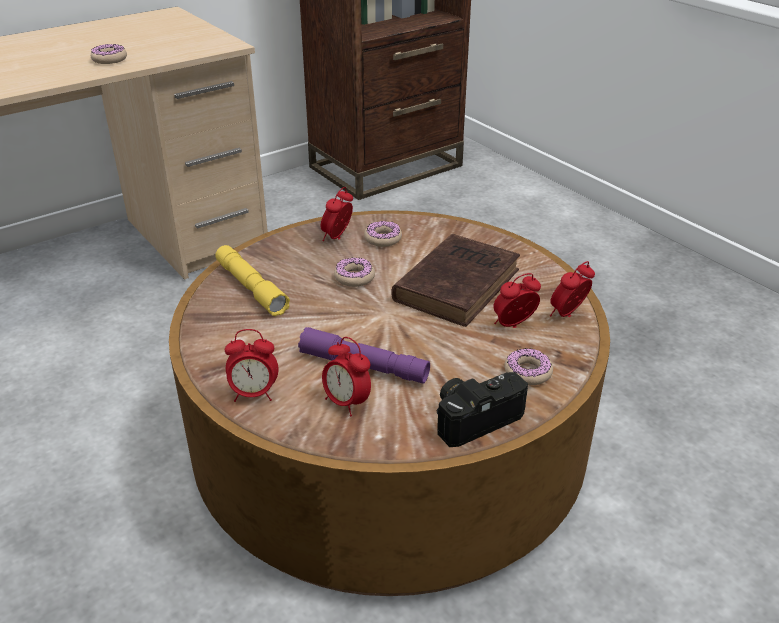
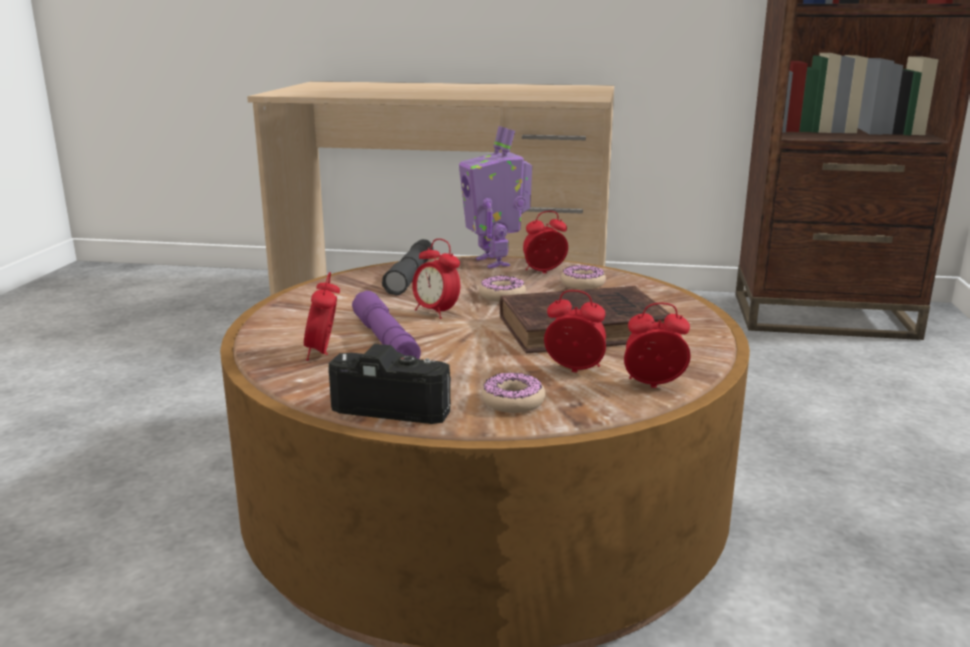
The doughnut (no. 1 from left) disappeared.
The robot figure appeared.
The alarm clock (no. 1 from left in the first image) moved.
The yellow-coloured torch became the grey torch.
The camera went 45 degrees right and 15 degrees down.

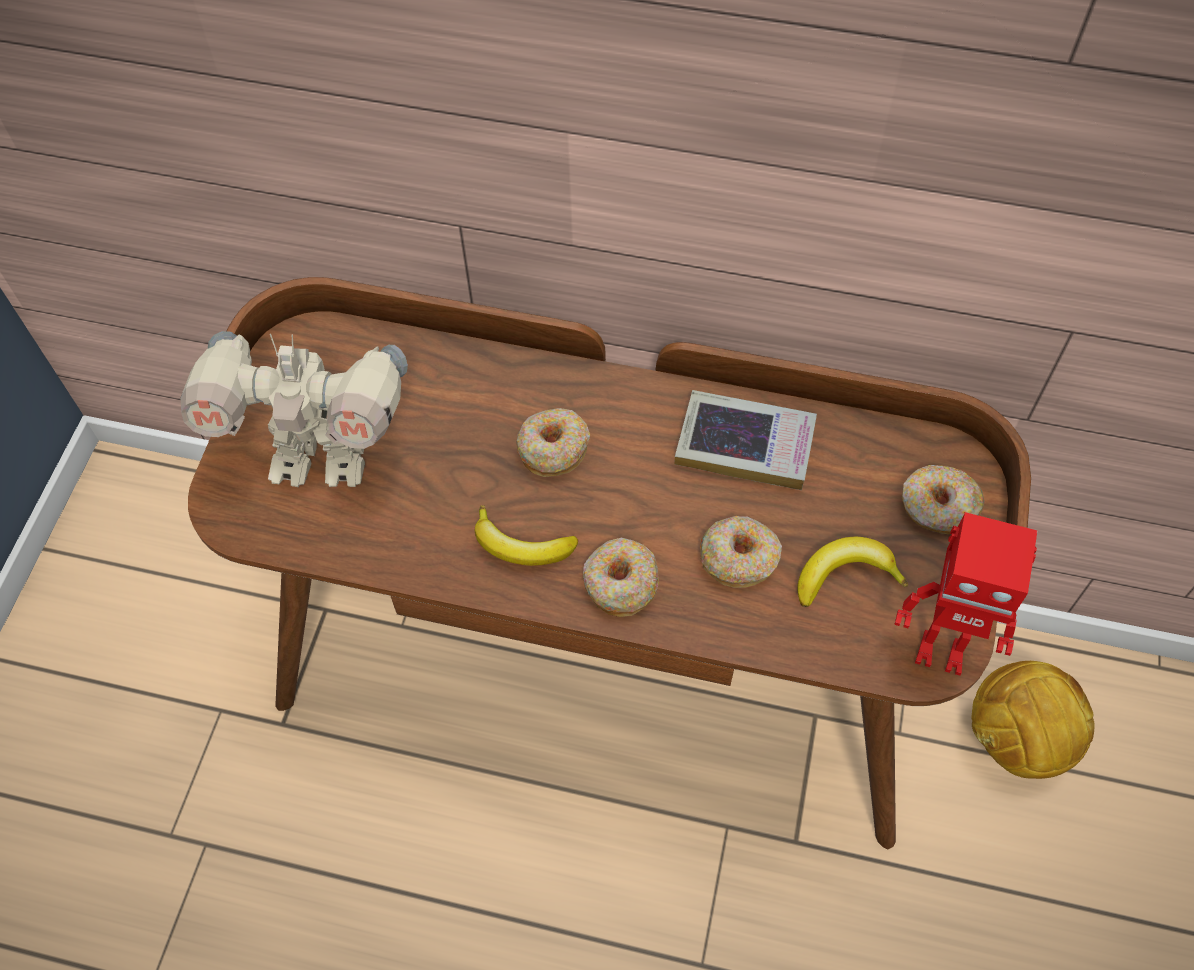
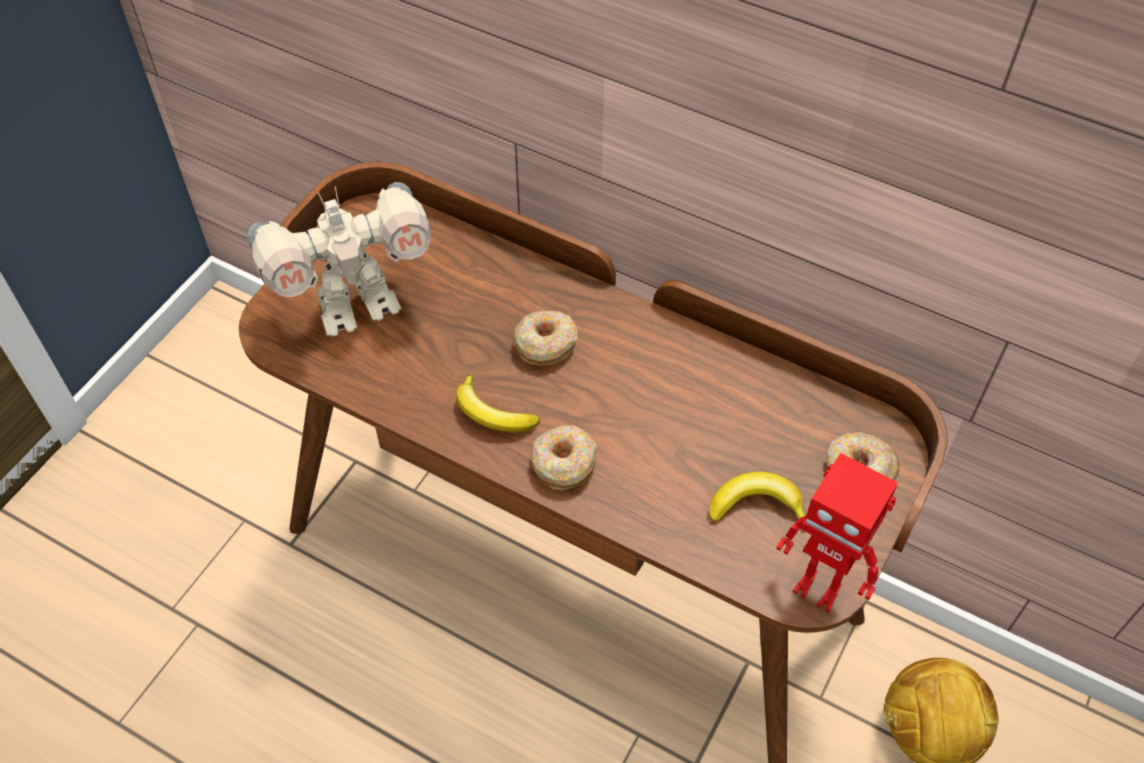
The book disappeared.
The doughnut (no. 3 from left) disappeared.
The robot figure (no. 1 from left) turned 45 degrees counterclockwise.
The camera went 15 degrees right and 5 degrees down.

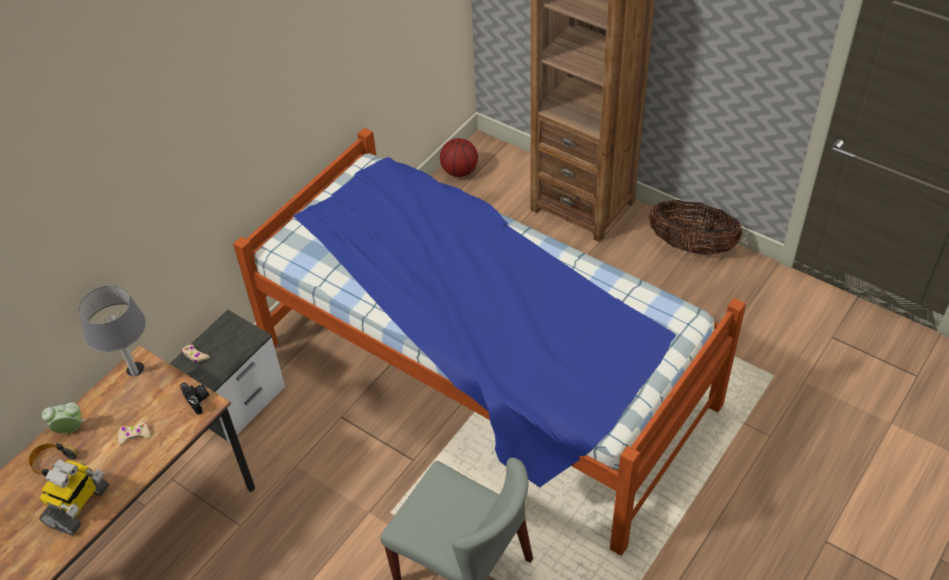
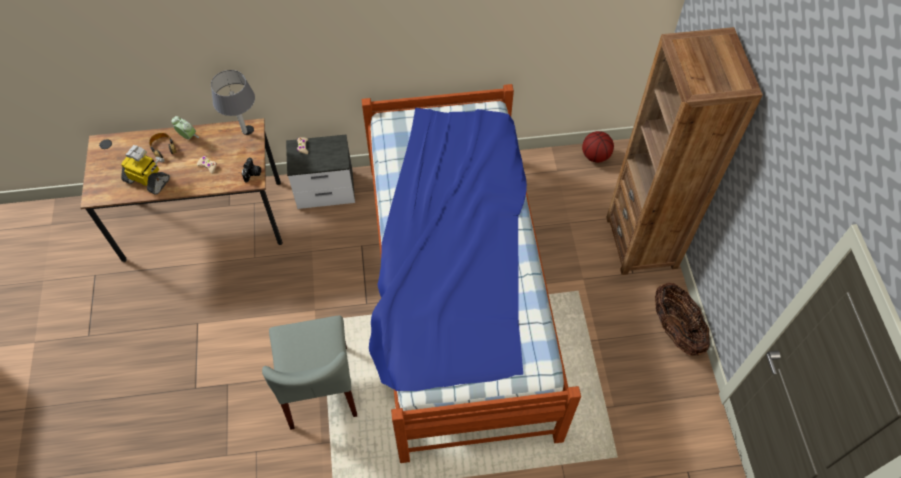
The robot figure turned 135 degrees counterclockwise.
The camera went 45 degrees right and 10 degrees up.

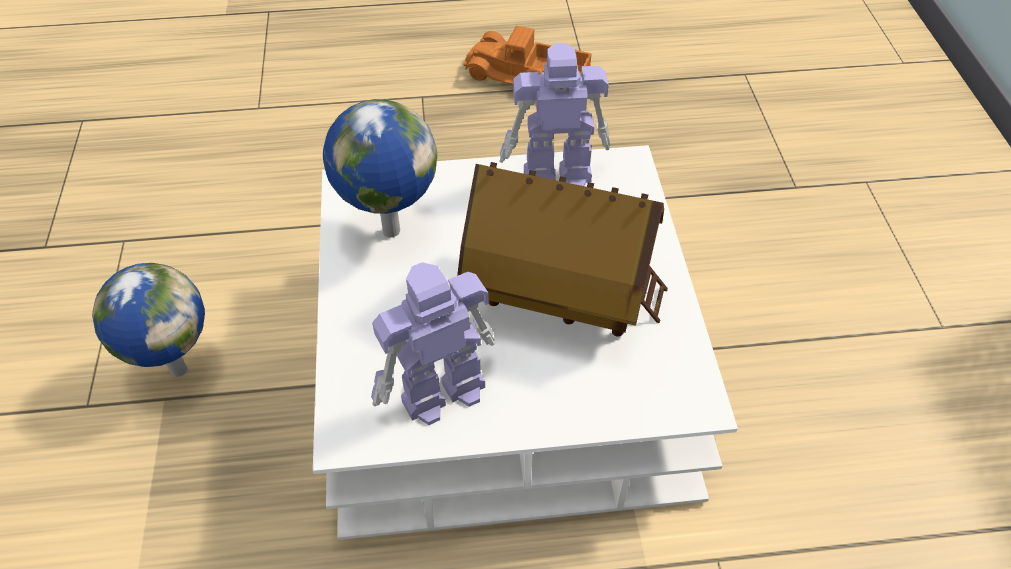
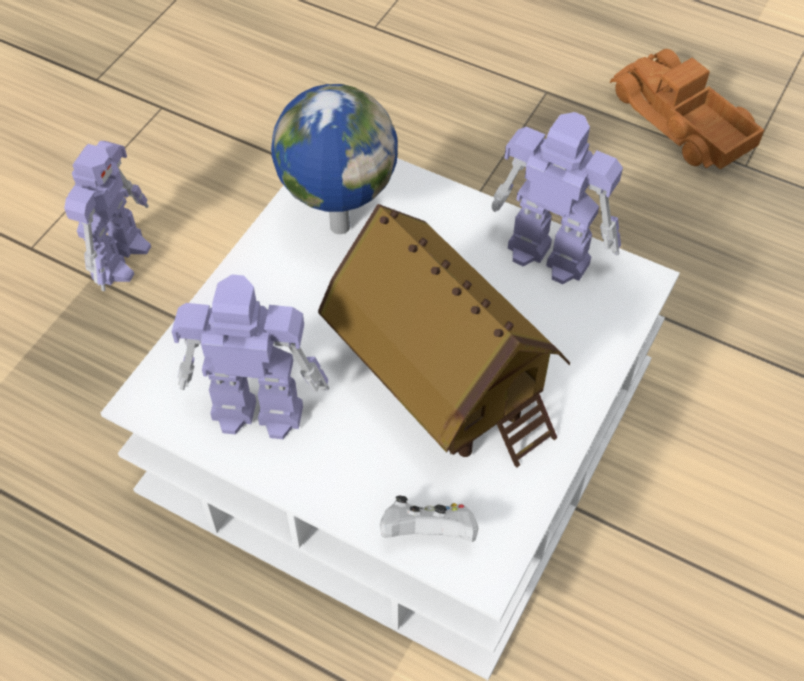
The white-coloured joypad appeared.
The globe (no. 1 from left) was replaced by the robot figure (no. 1 from left).
The camera went 35 degrees right and 5 degrees up.

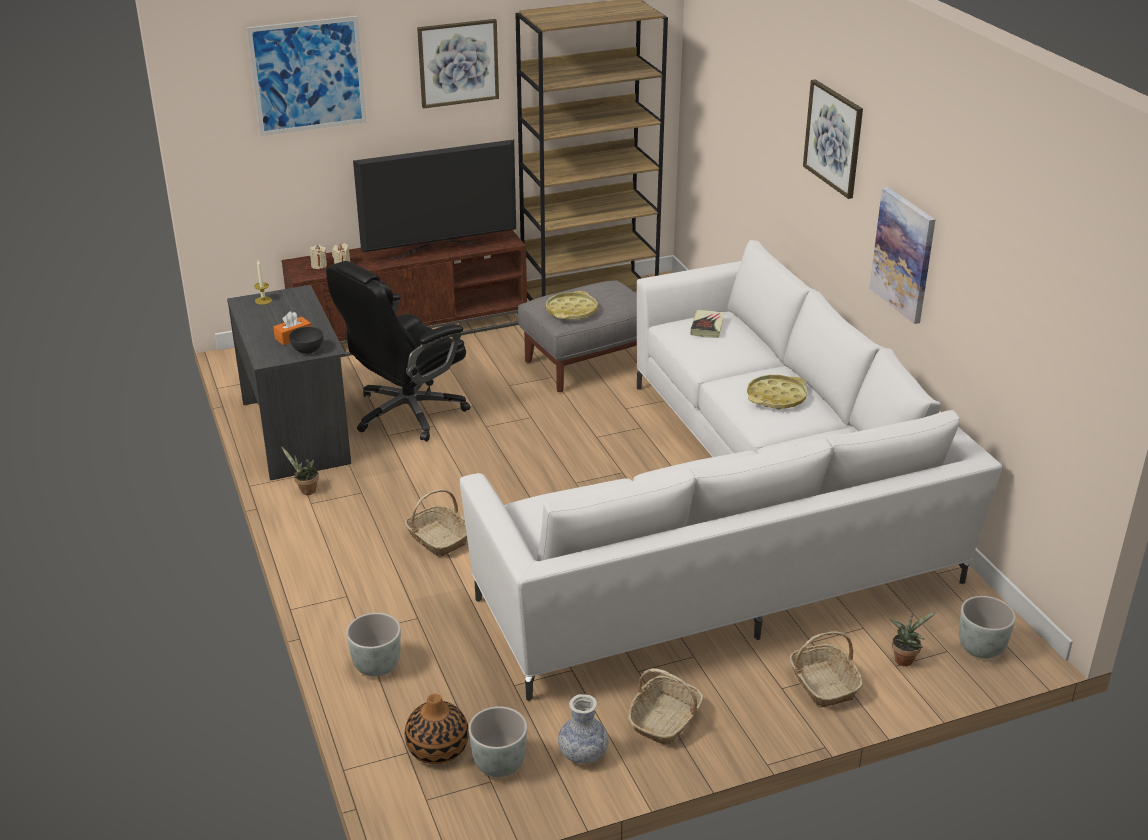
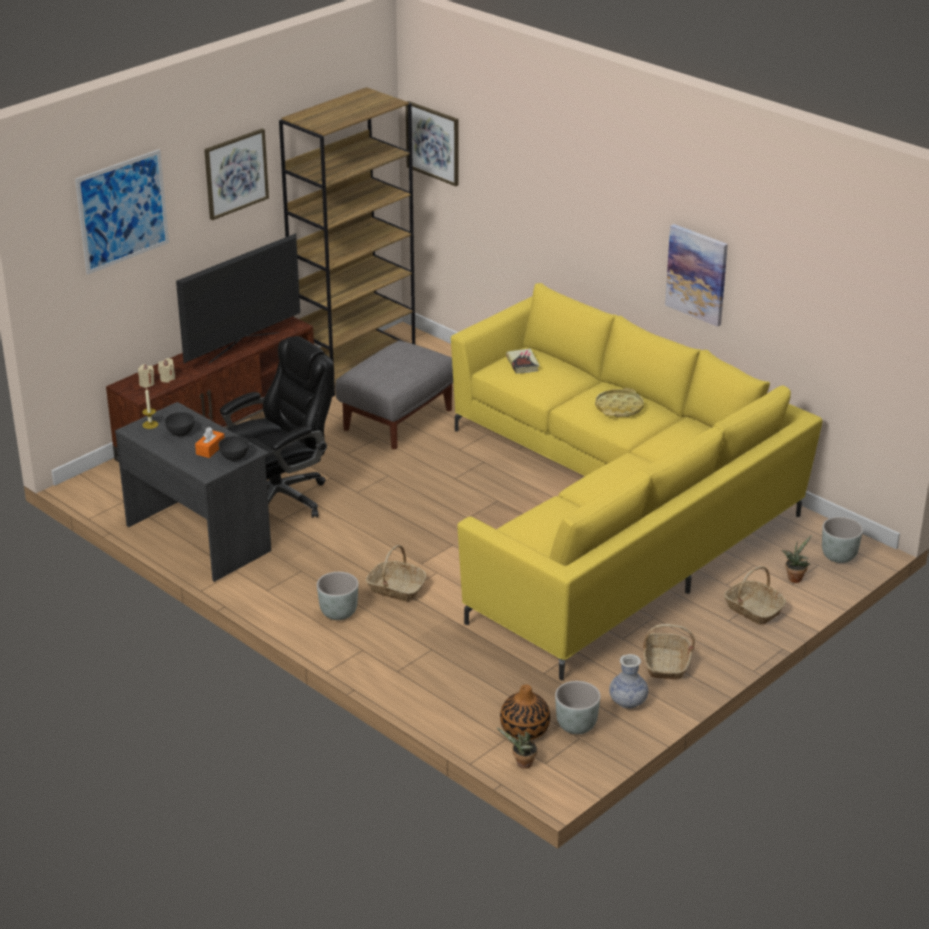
The yellow-coloured tray (no. 1 from left) disappeared.
The grey serving bowl (no. 1 from left) appeared.
The plant in a pot (no. 1 from left) moved.
The grey plant pot (no. 1 from left) moved.
The picture (no. 3 from left) moved.
The white-coloured sofa became the yellow-coloured sofa.
The blackish computer chair turned 150 degrees counterclockwise.
The camera went 25 degrees left and 0 degrees up.

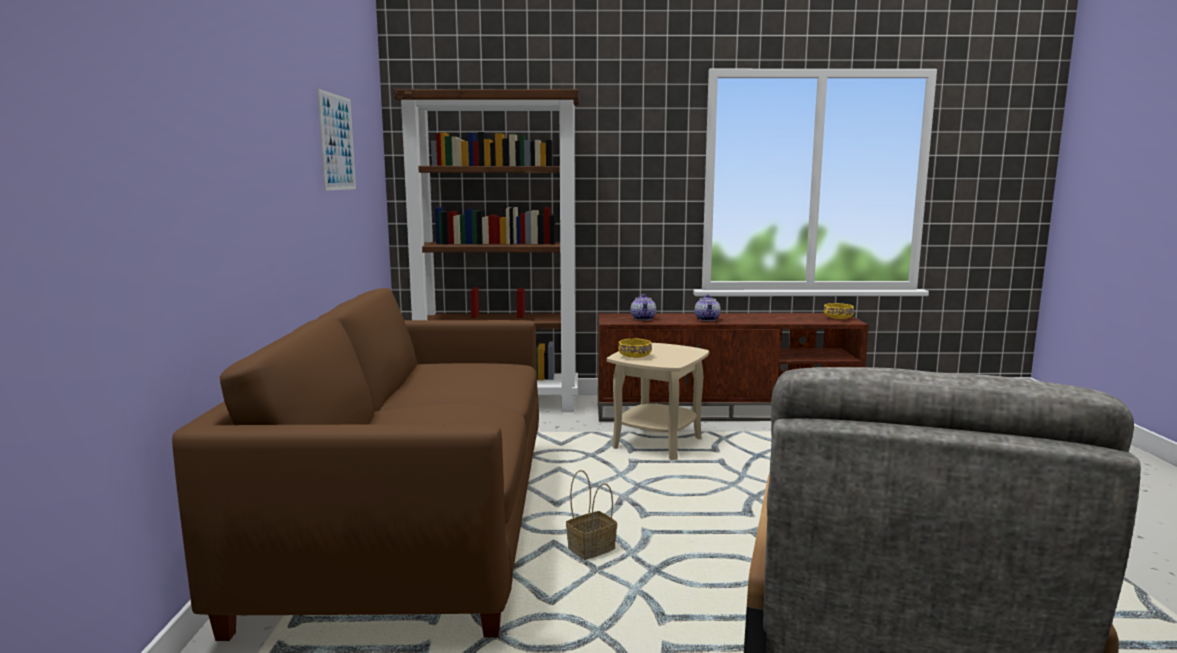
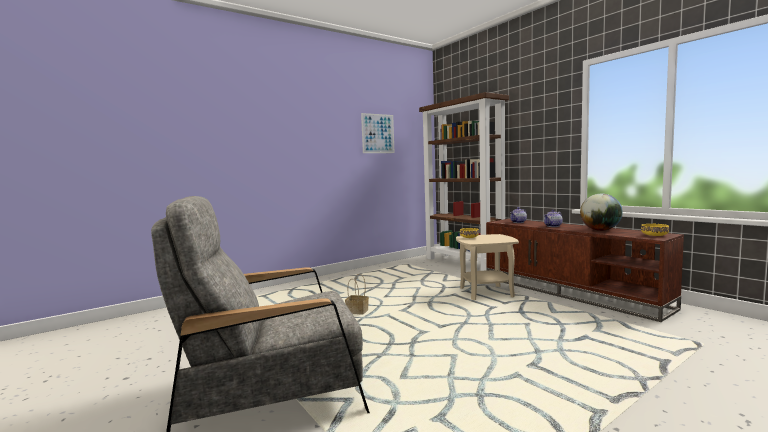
The brown-coloured sofa disappeared.
The globe appeared.
The camera went 55 degrees right and 5 degrees down.

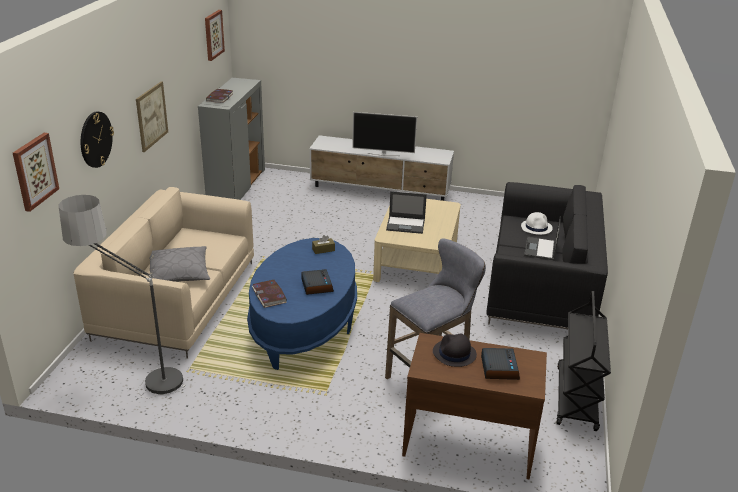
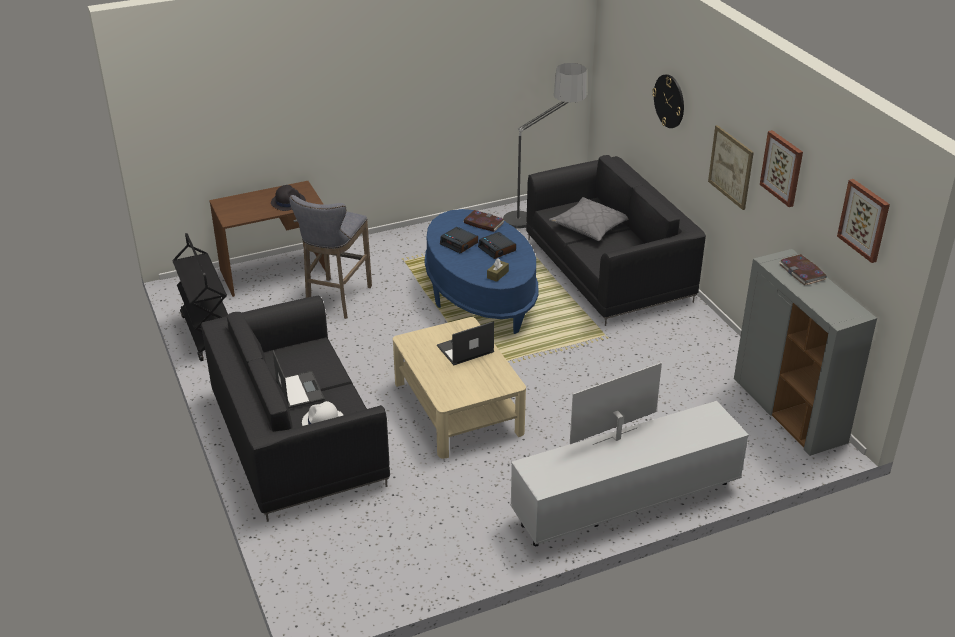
The picture (no. 1 from left in the first image) moved.
The alarm clock (no. 2 from left) moved.
The sand-coloured sofa became the blackish sofa (no. 2 from left).
The camera went 145 degrees right and 5 degrees up.

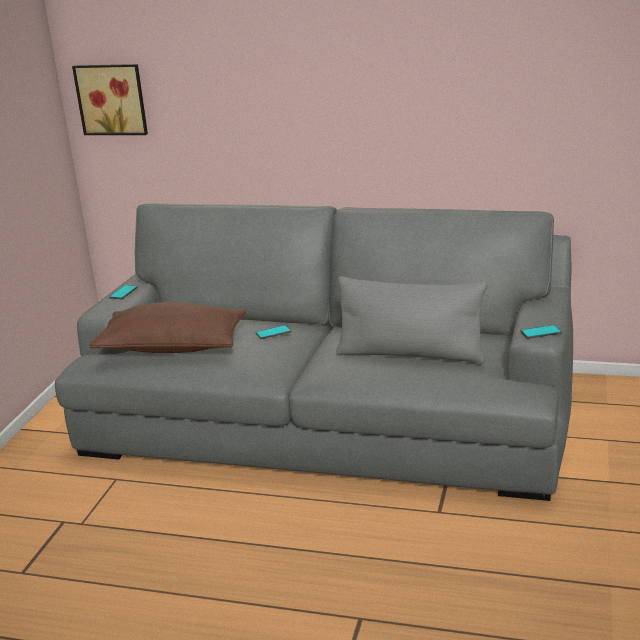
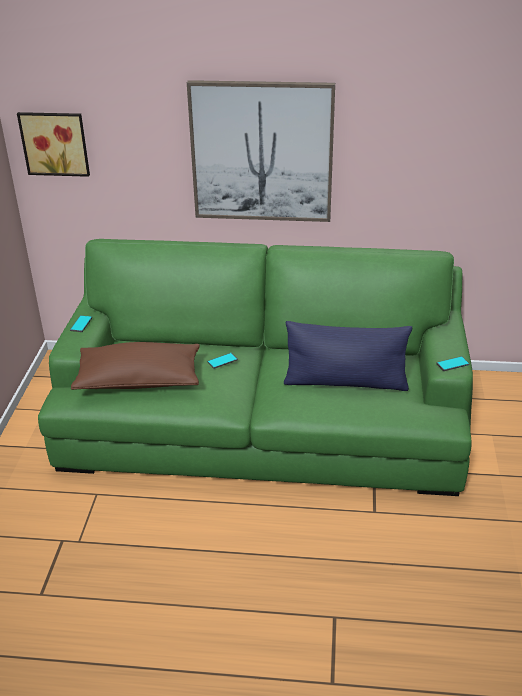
The picture (no. 2 from left) appeared.
The grey sofa became the green-coloured sofa.
The grey pillow became the blue-coloured pillow.
The camera went 10 degrees left and 10 degrees up.

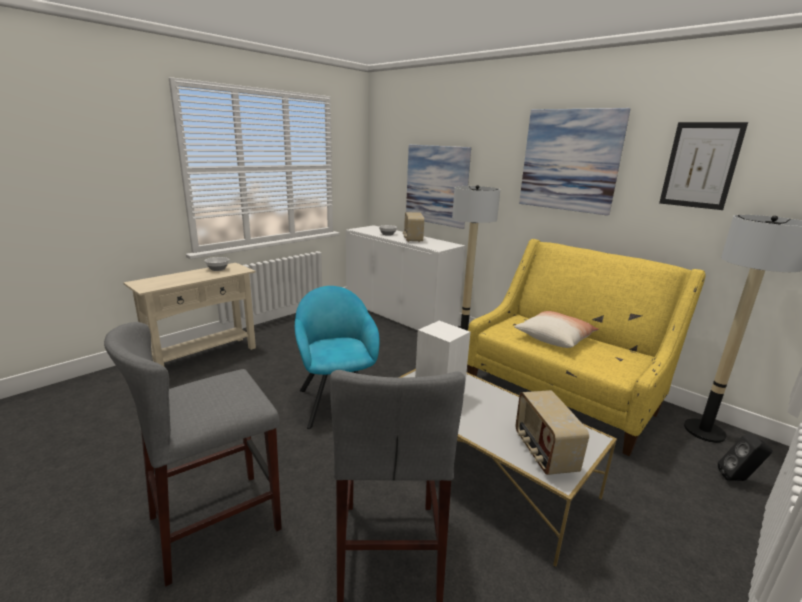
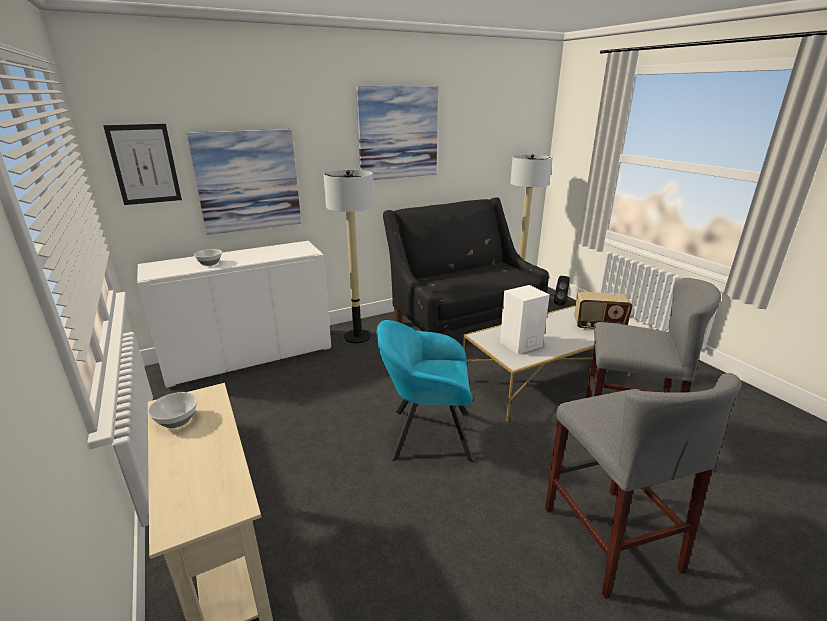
The radio (no. 1 from left) disappeared.
The pillow disappeared.
The picture (no. 3 from left in the first image) moved.
The yellow-coloured sofa became the blackish sofa.
The camera went 70 degrees left and 5 degrees up.

